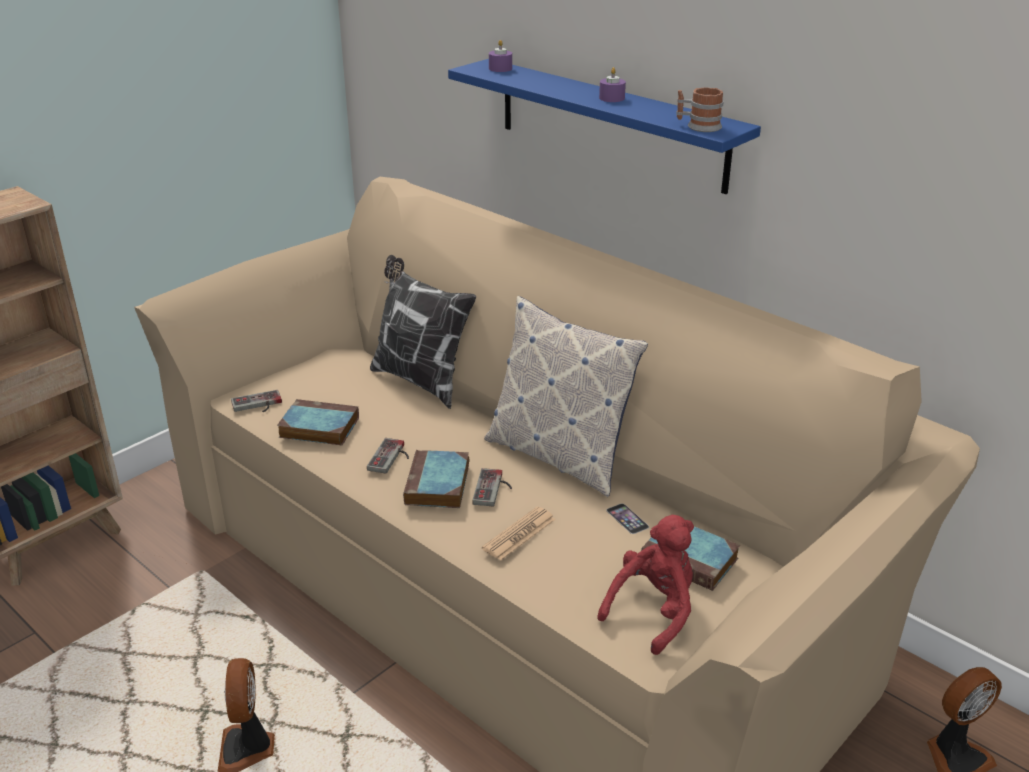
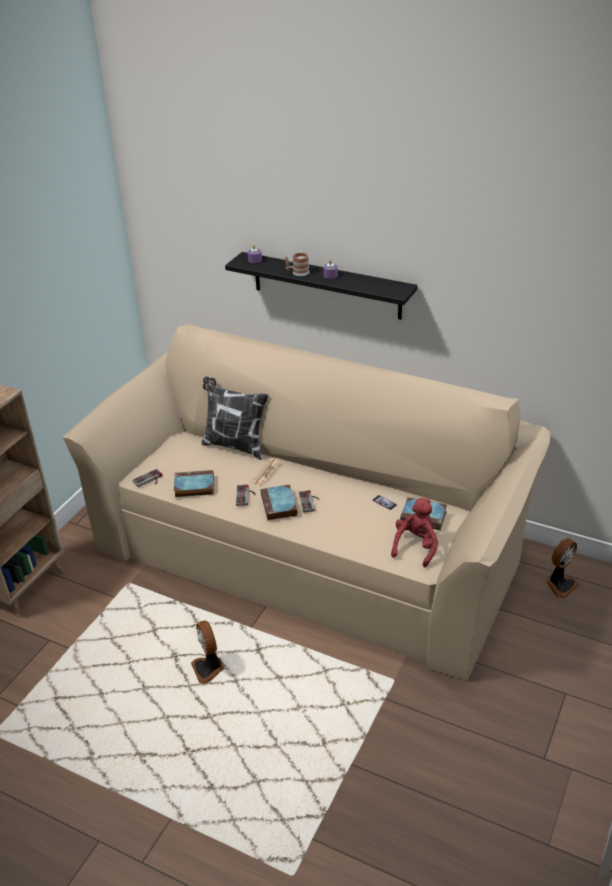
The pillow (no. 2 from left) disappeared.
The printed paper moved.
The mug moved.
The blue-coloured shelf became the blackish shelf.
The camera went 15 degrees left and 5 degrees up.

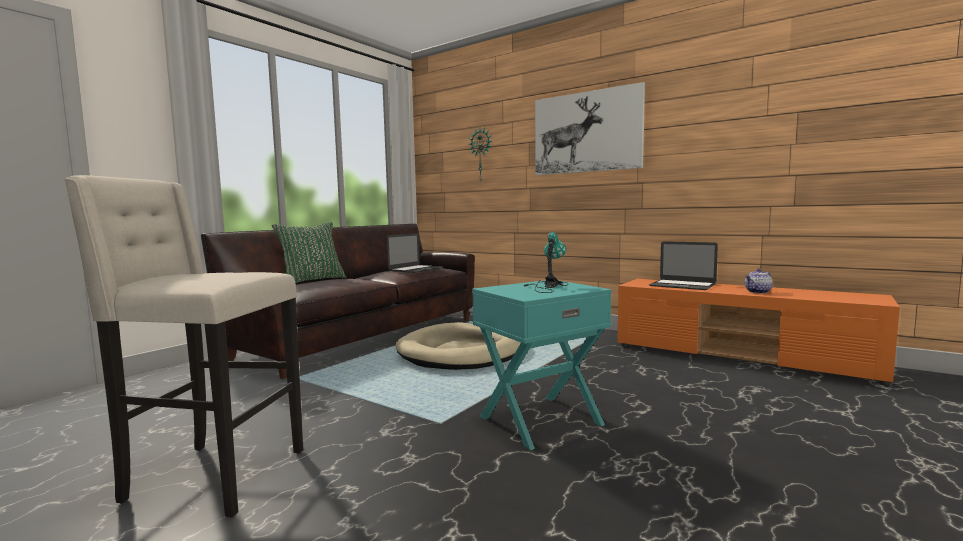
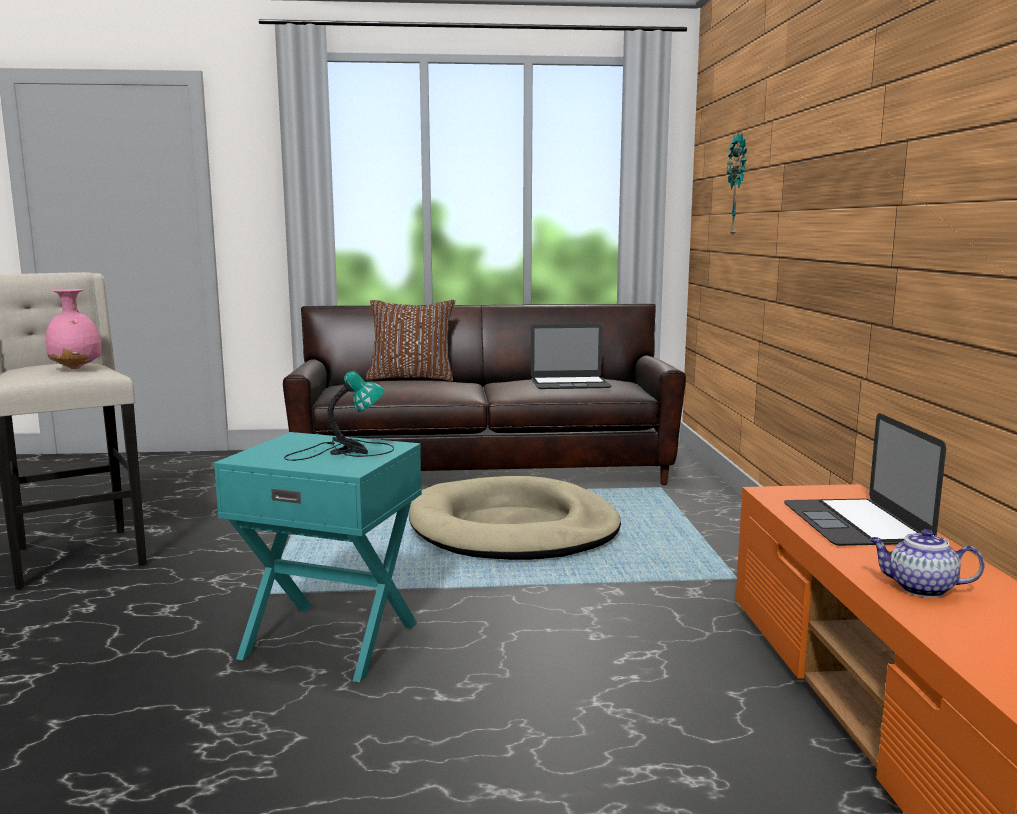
The picture disappeared.
The pink-coloured flower vase appeared.
The green-coloured pillow became the brown-coloured pillow.
The camera went 50 degrees right and 5 degrees up.

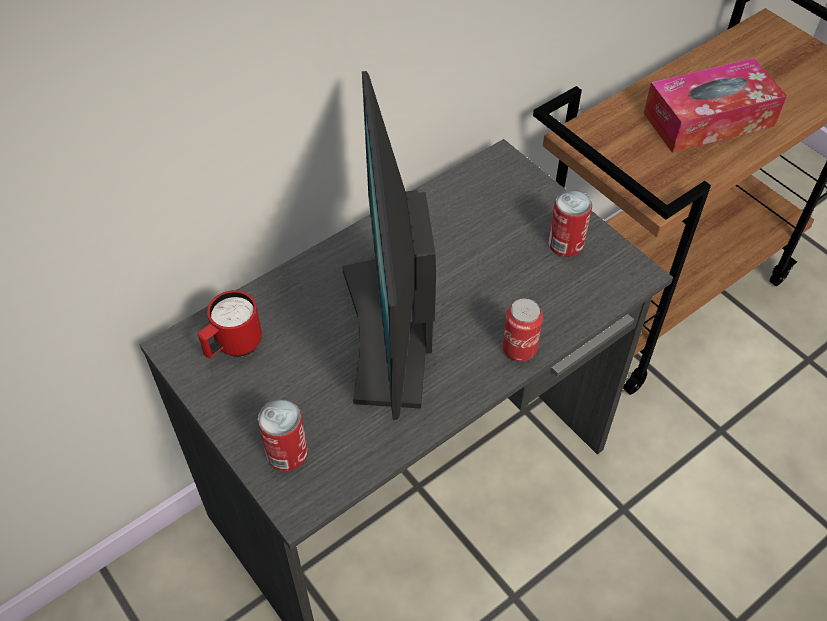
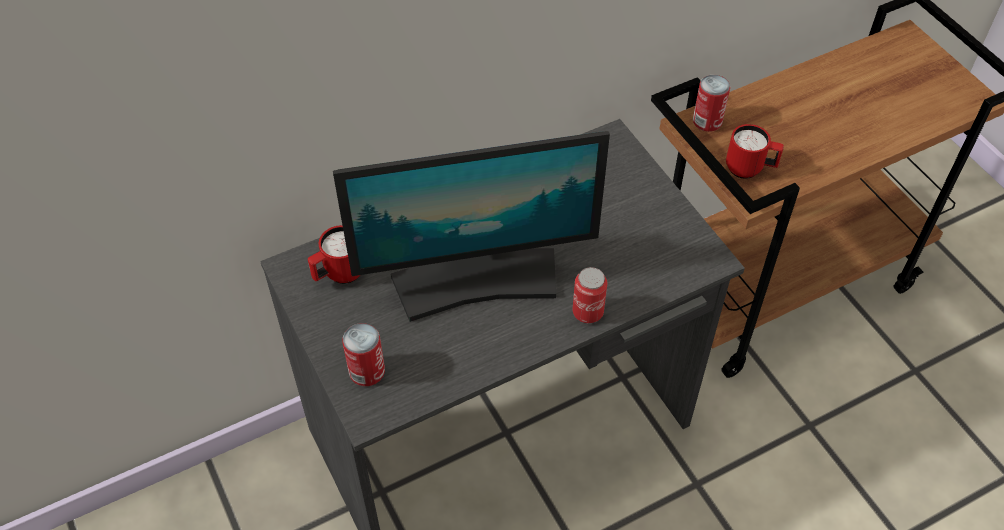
The tissue box disappeared.
The reddish mug (no. 2 from left) appeared.
The sealed can (no. 3 from left) moved.
The computer screen turned 105 degrees counterclockwise.
The camera went 10 degrees right and 0 degrees up.

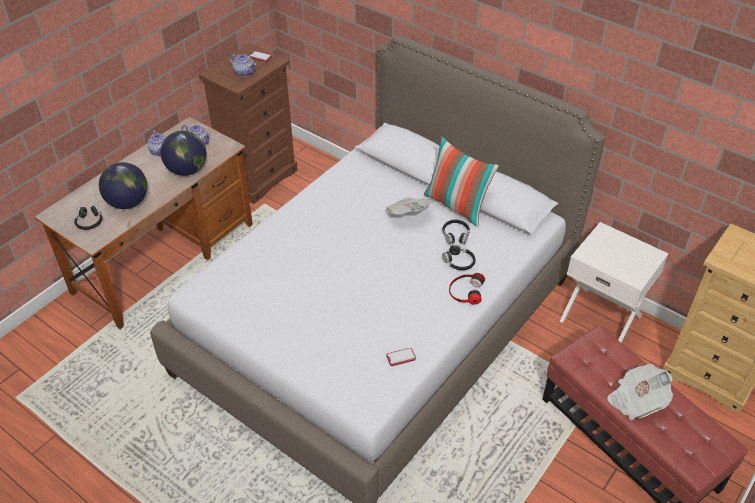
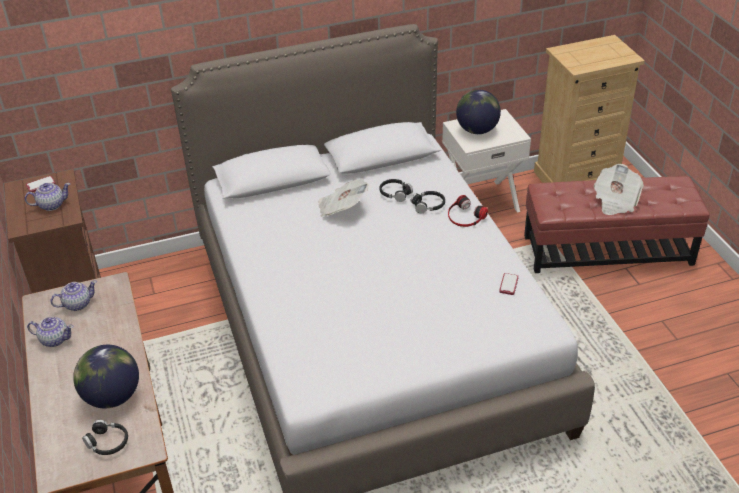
The pillow disappeared.
The globe (no. 2 from left) moved.
The camera went 55 degrees left and 5 degrees down.

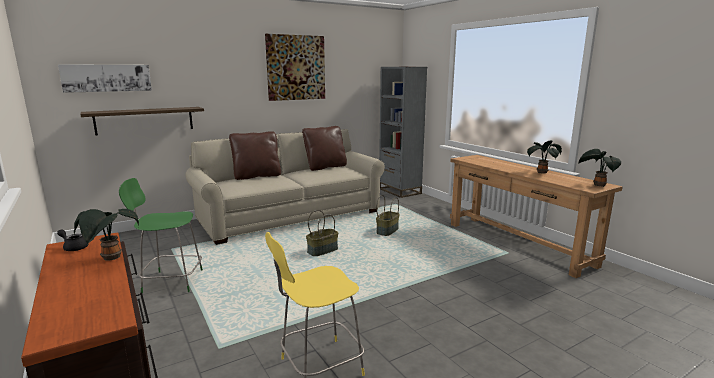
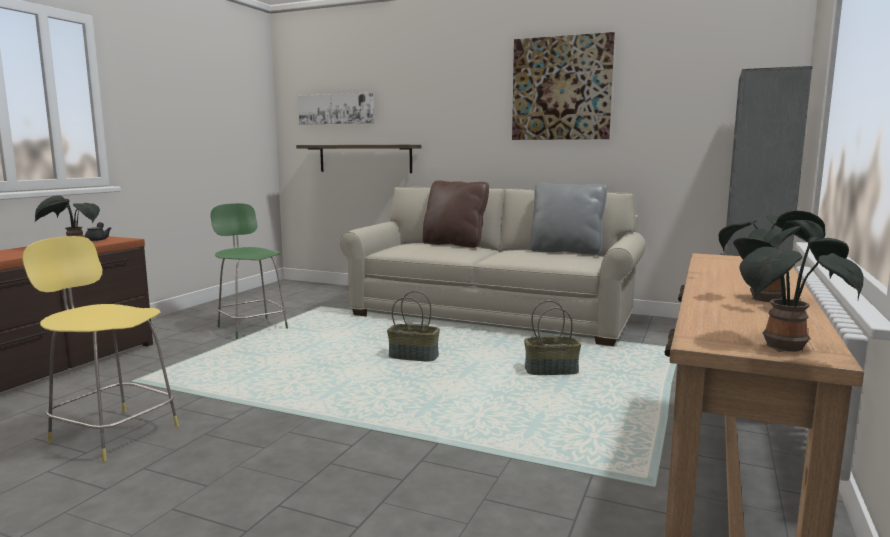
The brown-coloured pillow (no. 2 from left) became the grey pillow.
The camera went 55 degrees right and 5 degrees down.

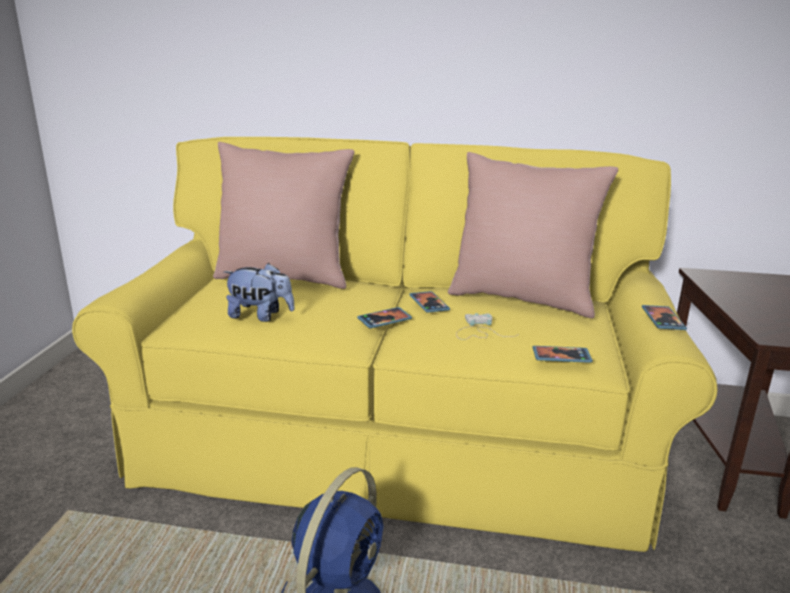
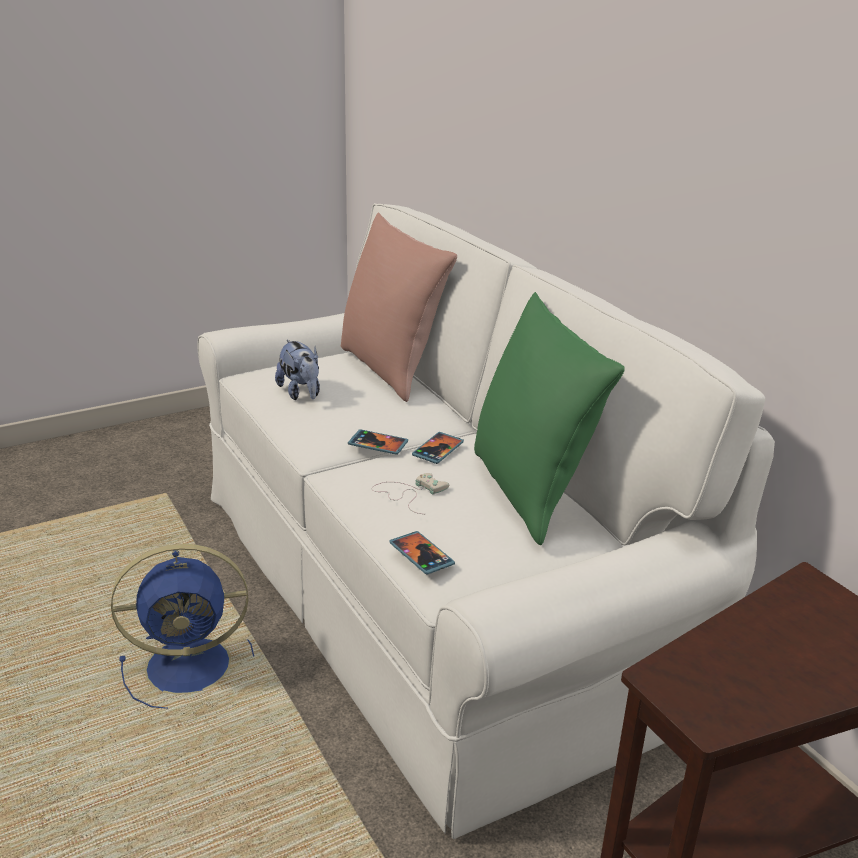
The phone (no. 4 from left) disappeared.
The yellow-coloured sofa became the white-coloured sofa.
The pink-coloured pillow (no. 2 from left) became the green-coloured pillow.
The camera went 50 degrees right and 5 degrees up.

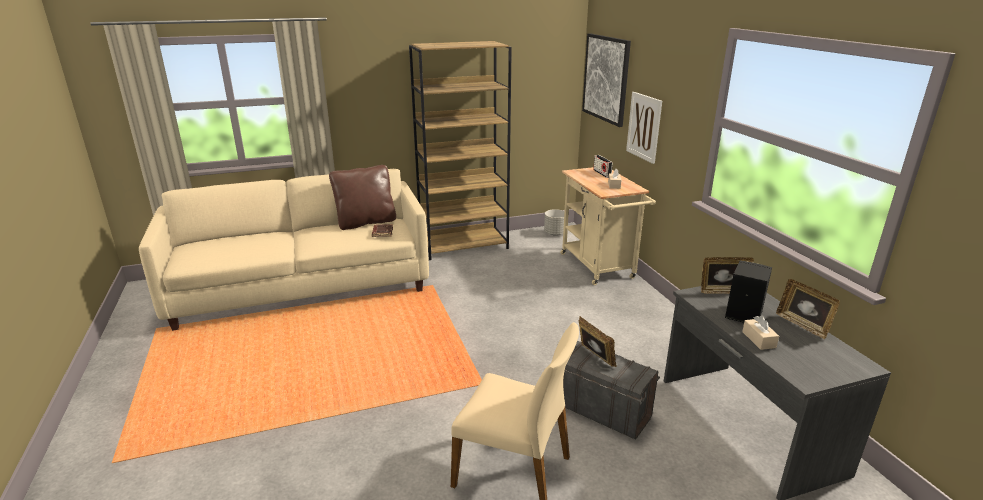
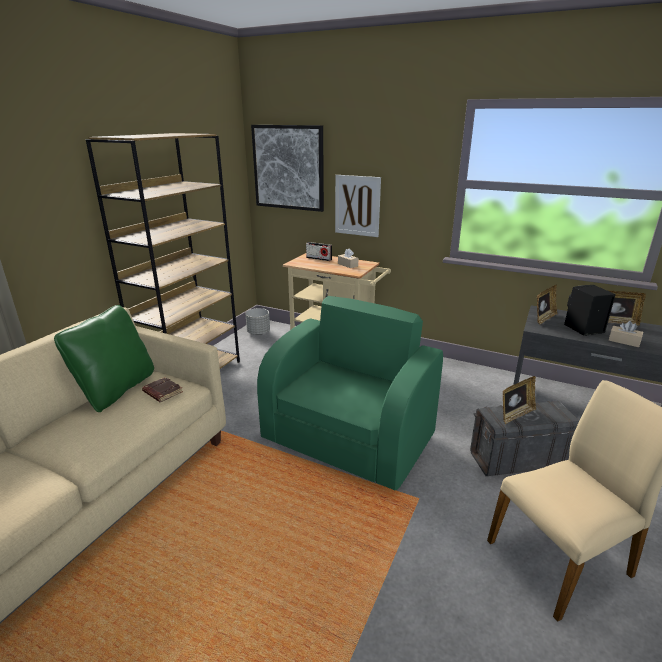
The green-coloured armchair appeared.
The brown-coloured pillow became the green-coloured pillow.
The standing frame (no. 1 from left) turned 135 degrees clockwise.
The camera went 45 degrees left and 0 degrees up.

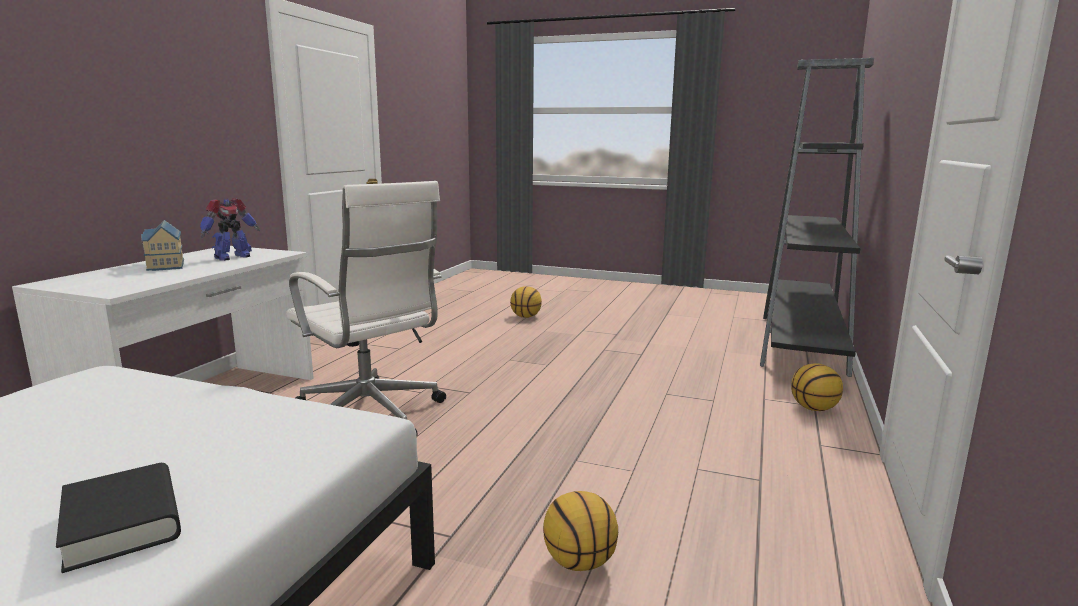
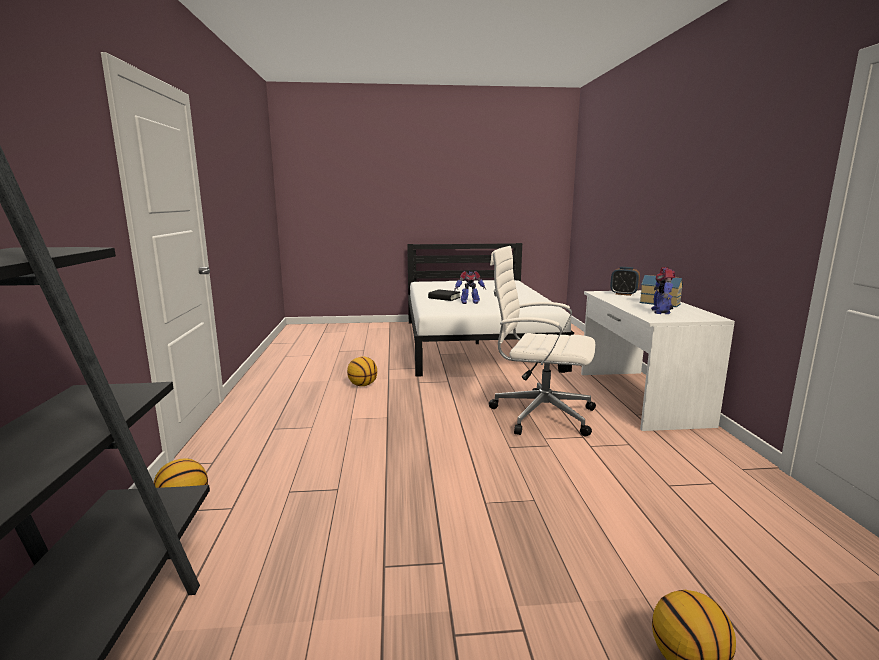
The robot figure (no. 1 from left) appeared.
The alarm clock appeared.
The camera went 155 degrees right and 0 degrees up.

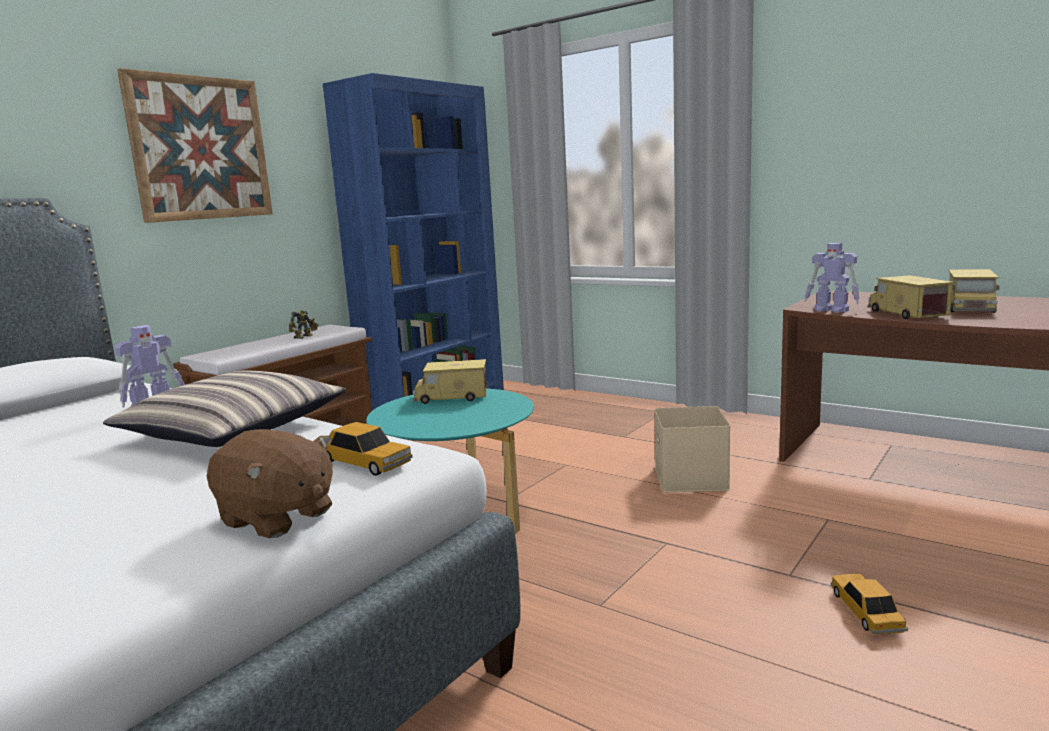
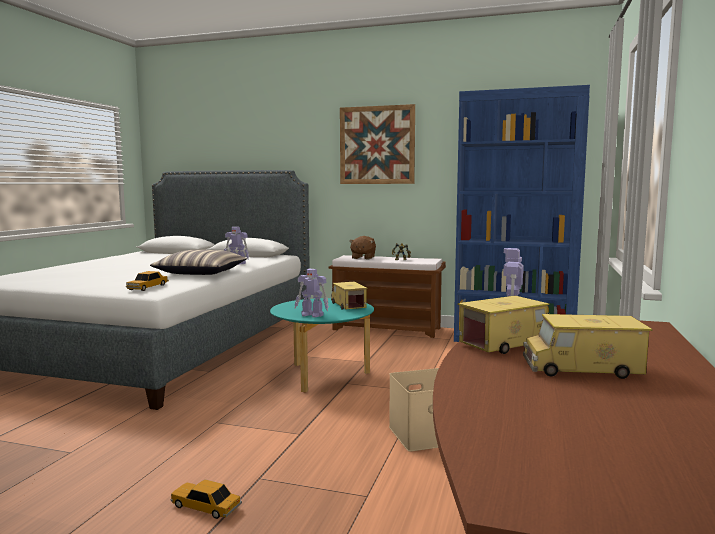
The robot figure (no. 2 from left) appeared.
The brown-coloured plush toy moved.
The toy car (no. 2 from left) turned 135 degrees counterclockwise.
The camera went 70 degrees right and 5 degrees down.

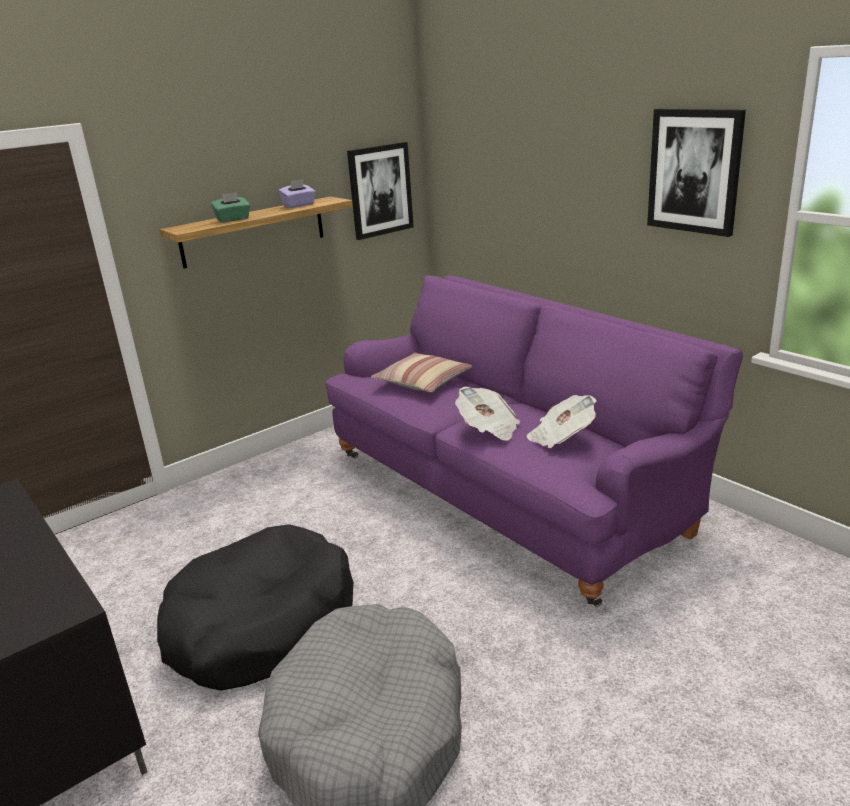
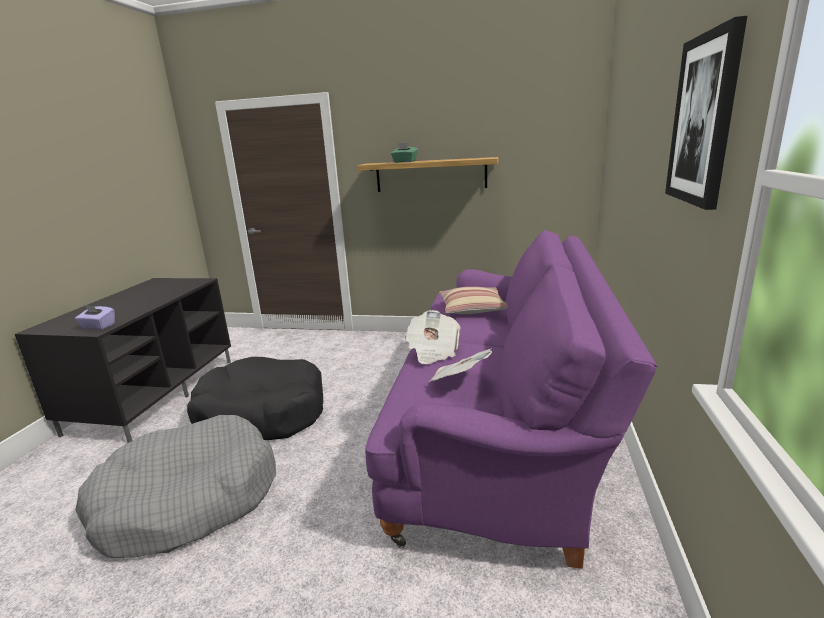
The picture (no. 1 from left) disappeared.
The purple tissue box moved.
The camera went 50 degrees right and 5 degrees down.

